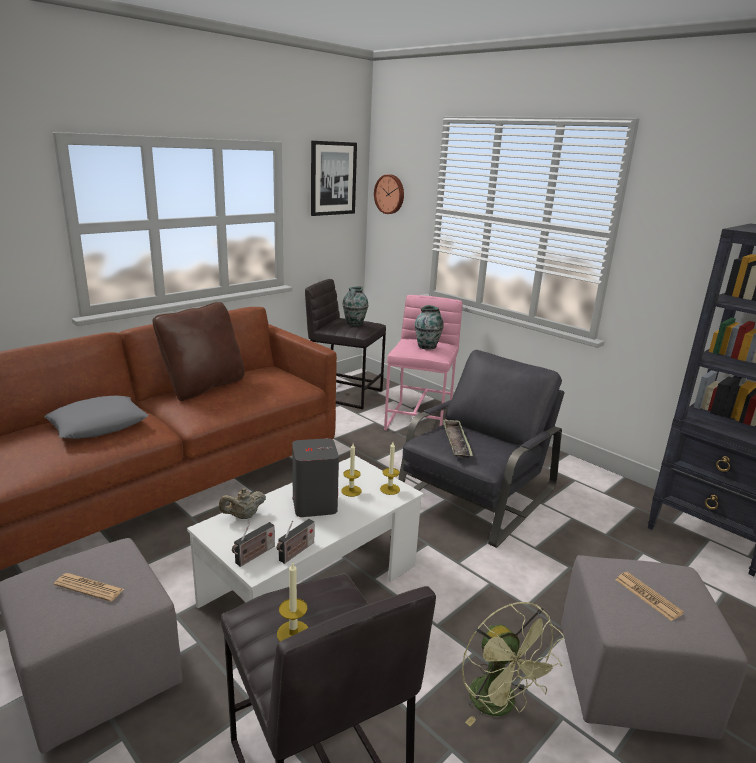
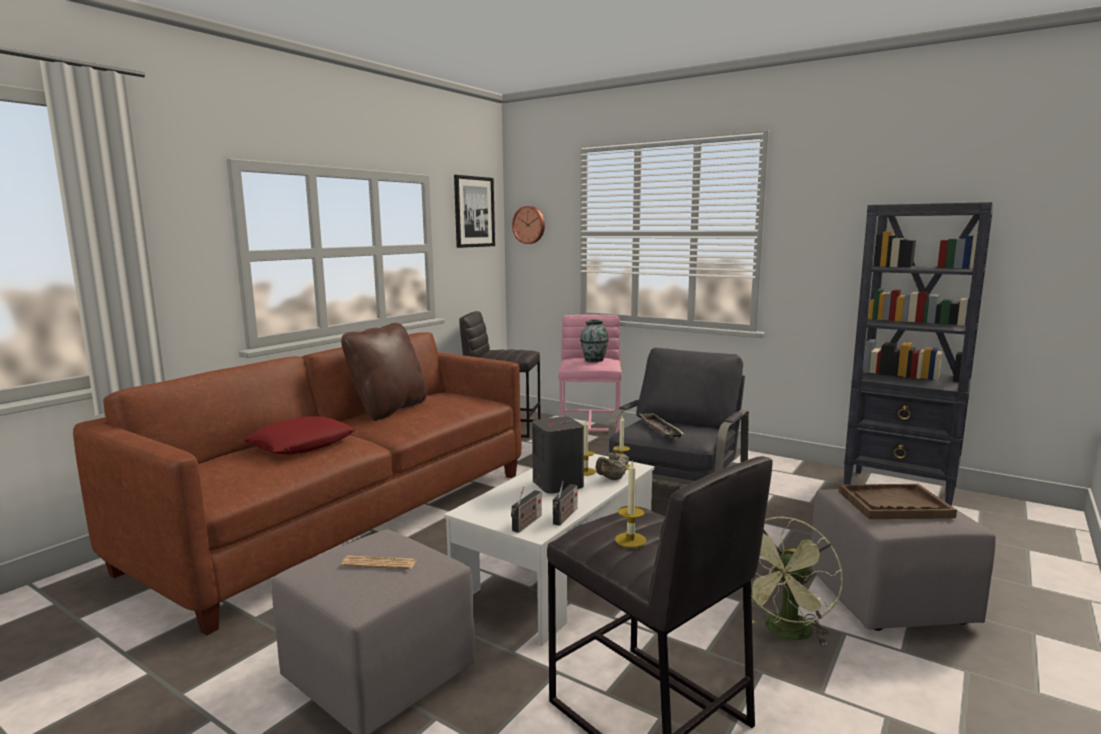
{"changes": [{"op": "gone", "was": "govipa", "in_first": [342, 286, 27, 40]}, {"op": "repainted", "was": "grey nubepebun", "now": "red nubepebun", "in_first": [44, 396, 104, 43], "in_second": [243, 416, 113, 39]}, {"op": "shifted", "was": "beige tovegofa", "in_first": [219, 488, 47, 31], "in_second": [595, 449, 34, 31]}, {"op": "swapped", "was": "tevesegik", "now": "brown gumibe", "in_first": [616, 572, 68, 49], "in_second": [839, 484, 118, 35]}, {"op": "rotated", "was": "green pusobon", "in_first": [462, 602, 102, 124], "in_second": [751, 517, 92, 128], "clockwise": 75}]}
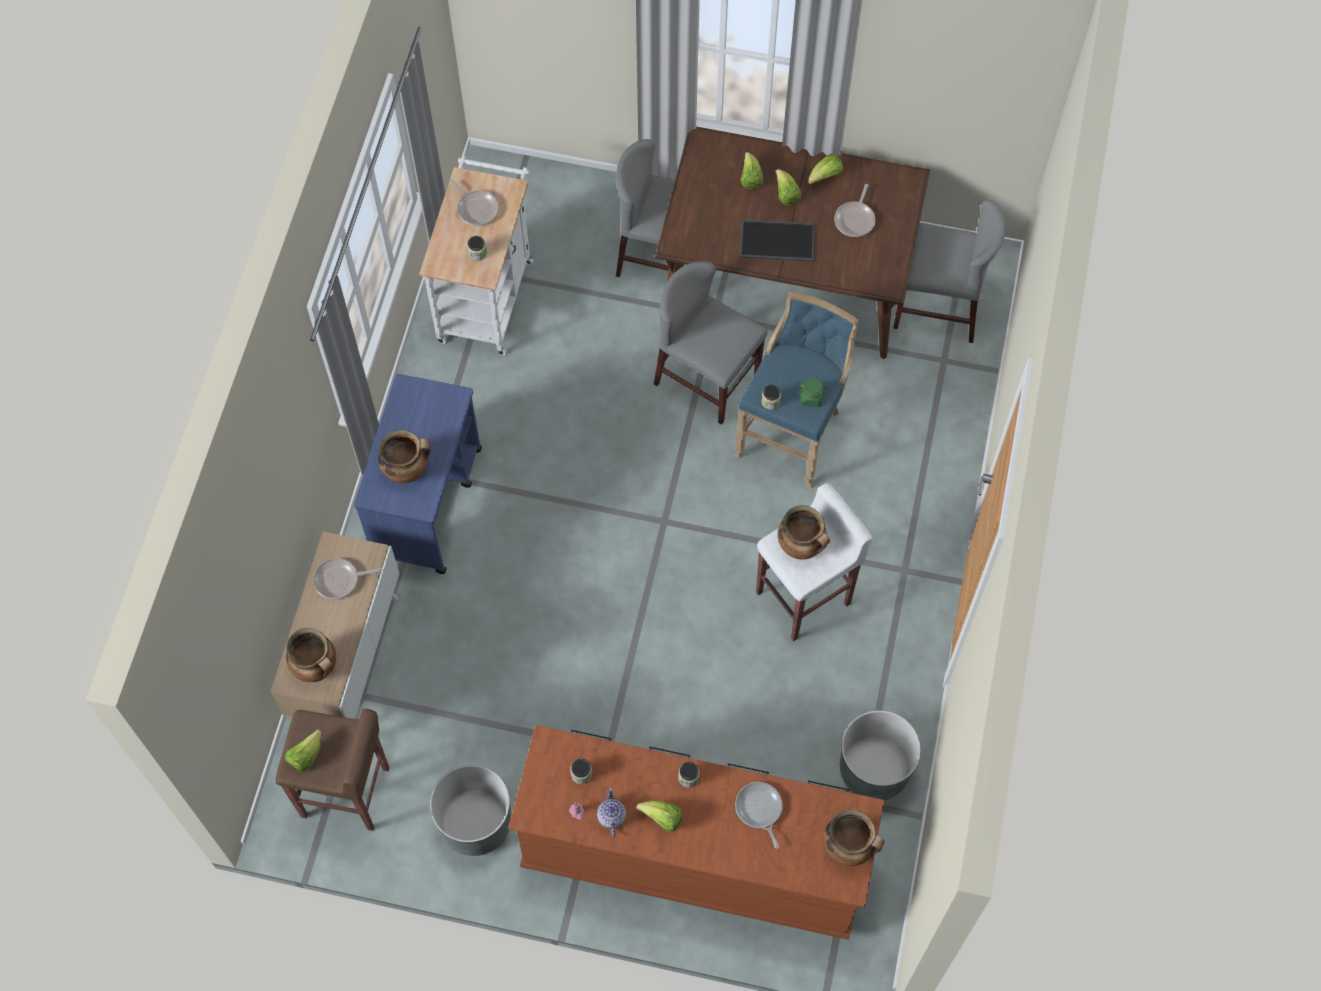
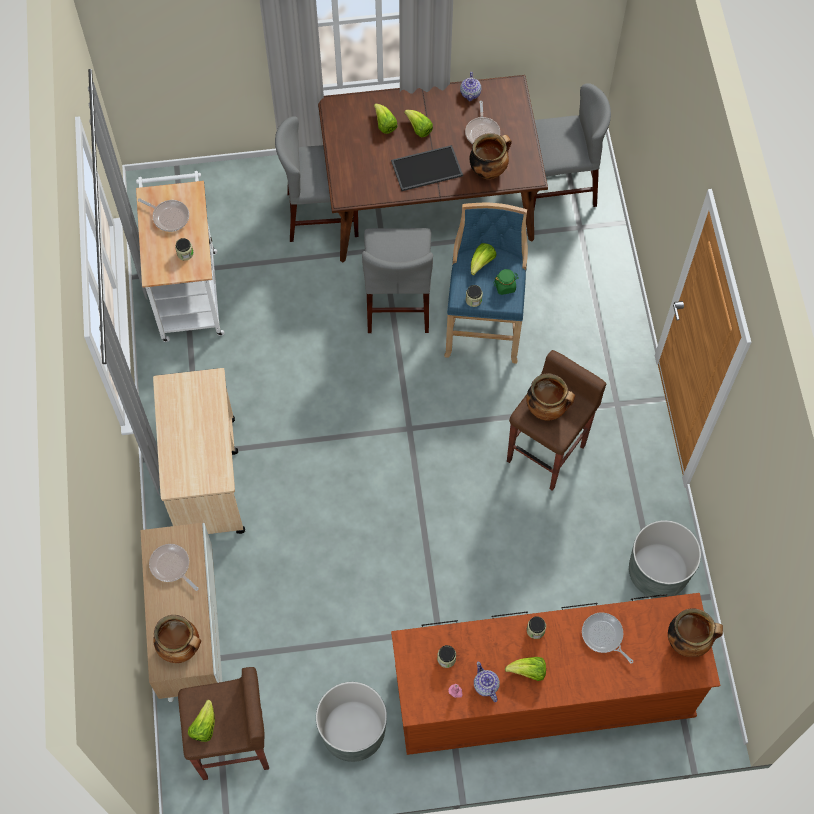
{"changes": [{"op": "shifted", "was": "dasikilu", "in_first": [808, 154, 35, 30], "in_second": [471, 243, 26, 32]}, {"op": "rotated", "was": "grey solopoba", "in_first": [654, 261, 114, 164], "in_second": [362, 228, 71, 105], "clockwise": -105}, {"op": "repainted", "was": "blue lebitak", "now": "beige lebitak", "in_first": [354, 374, 128, 200], "in_second": [153, 368, 92, 166]}, {"op": "shifted", "was": "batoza", "in_first": [378, 430, 53, 54], "in_second": [470, 133, 42, 46]}, {"op": "repainted", "was": "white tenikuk", "now": "brown tenikuk", "in_first": [756, 483, 117, 158], "in_second": [507, 350, 100, 141]}, {"op": "rotated", "was": "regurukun", "in_first": [313, 558, 69, 41], "in_second": [149, 544, 50, 47], "clockwise": 75}, {"op": "new", "now": "tovegofa", "in_second": [460, 72, 21, 29]}]}
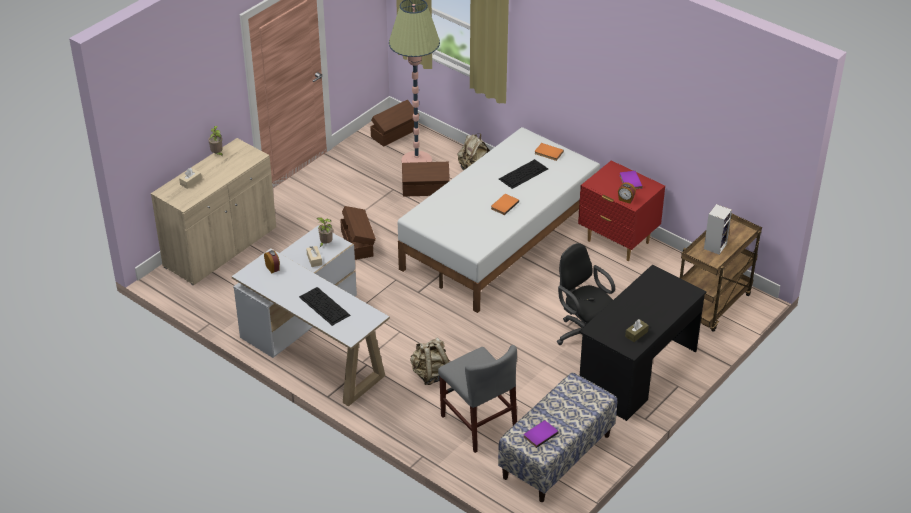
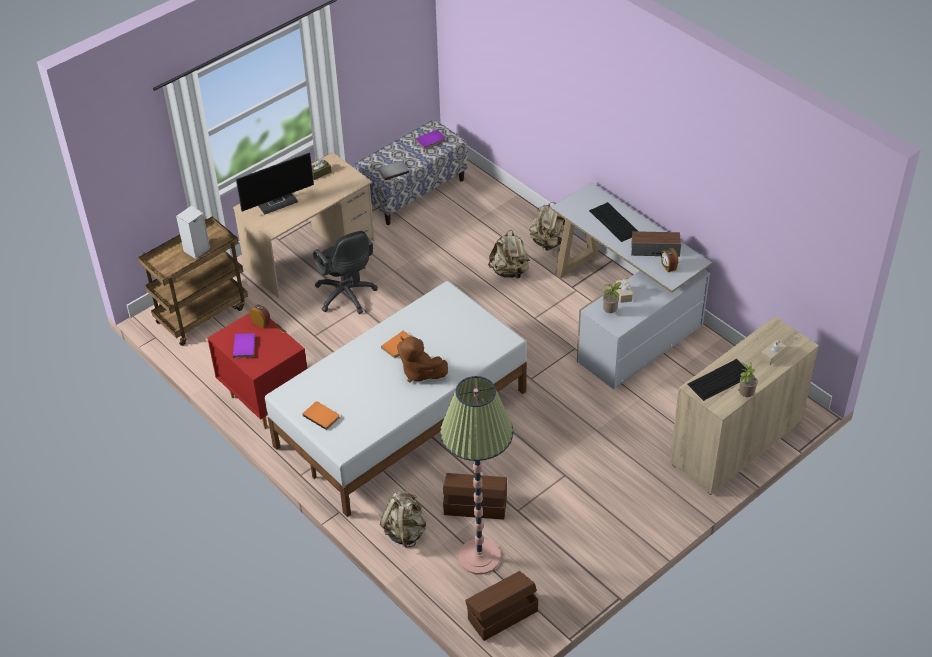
{"changes": [{"op": "shifted", "was": "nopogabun", "in_first": [499, 159, 49, 30], "in_second": [687, 359, 65, 42]}, {"op": "gone", "was": "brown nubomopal", "in_first": [340, 206, 36, 54]}, {"op": "repainted", "was": "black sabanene", "now": "beige sabanene", "in_first": [579, 265, 127, 156], "in_second": [233, 152, 142, 146]}, {"op": "gone", "was": "grey solopoba", "in_first": [438, 345, 79, 108]}, {"op": "new", "now": "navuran", "in_second": [236, 152, 78, 62]}, {"op": "new", "now": "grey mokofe", "in_second": [378, 161, 31, 19]}, {"op": "new", "now": "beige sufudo", "in_second": [530, 202, 35, 49]}, {"op": "new", "now": "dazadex", "in_second": [631, 231, 50, 26]}, {"op": "new", "now": "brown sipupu", "in_second": [397, 336, 51, 47]}]}
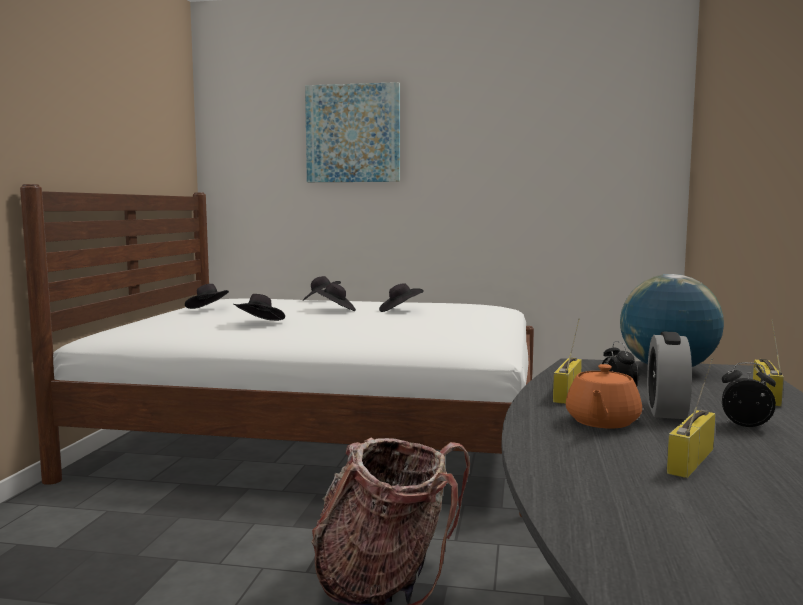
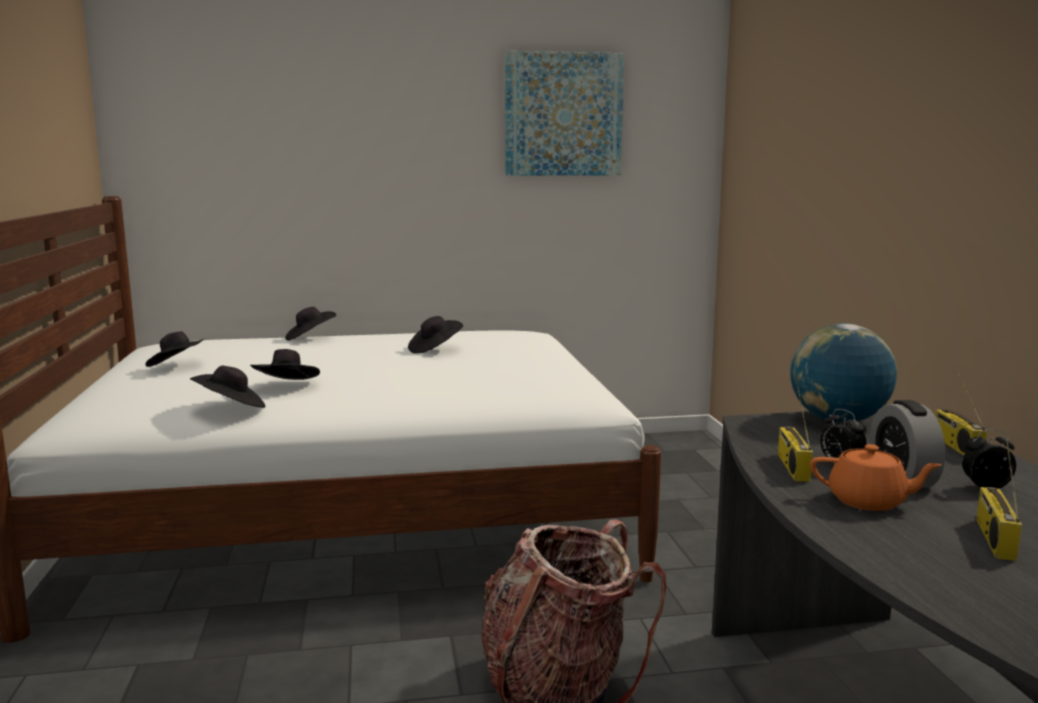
{"changes": [{"op": "shifted", "was": "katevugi", "in_first": [305, 82, 95, 100], "in_second": [505, 51, 119, 125]}, {"op": "shifted", "was": "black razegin", "in_first": [314, 283, 42, 28], "in_second": [190, 366, 75, 42]}, {"op": "rotated", "was": "orange tovegofa", "in_first": [566, 364, 76, 64], "in_second": [810, 444, 132, 67], "clockwise": -75}]}
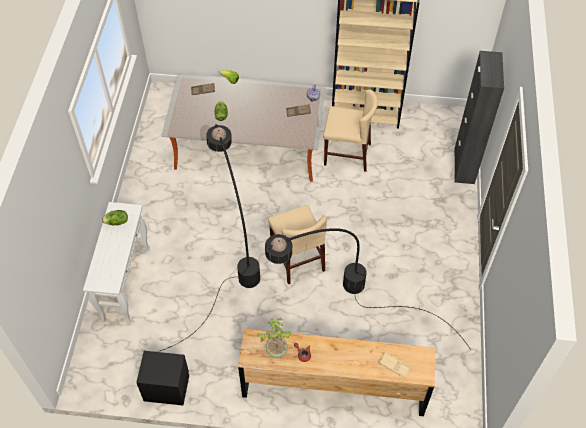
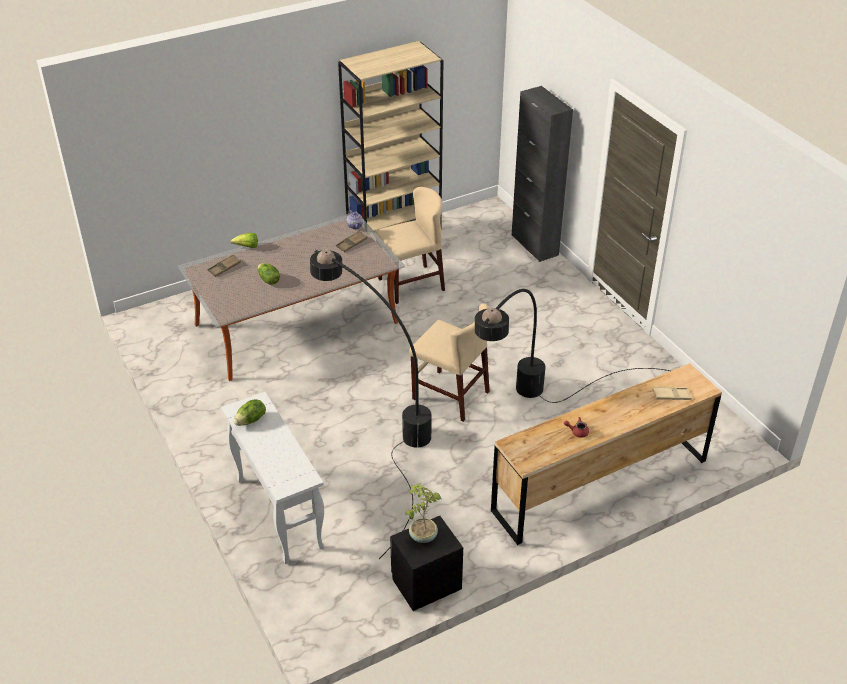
{"changes": [{"op": "shifted", "was": "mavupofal", "in_first": [257, 318, 34, 40], "in_second": [406, 483, 35, 60]}]}
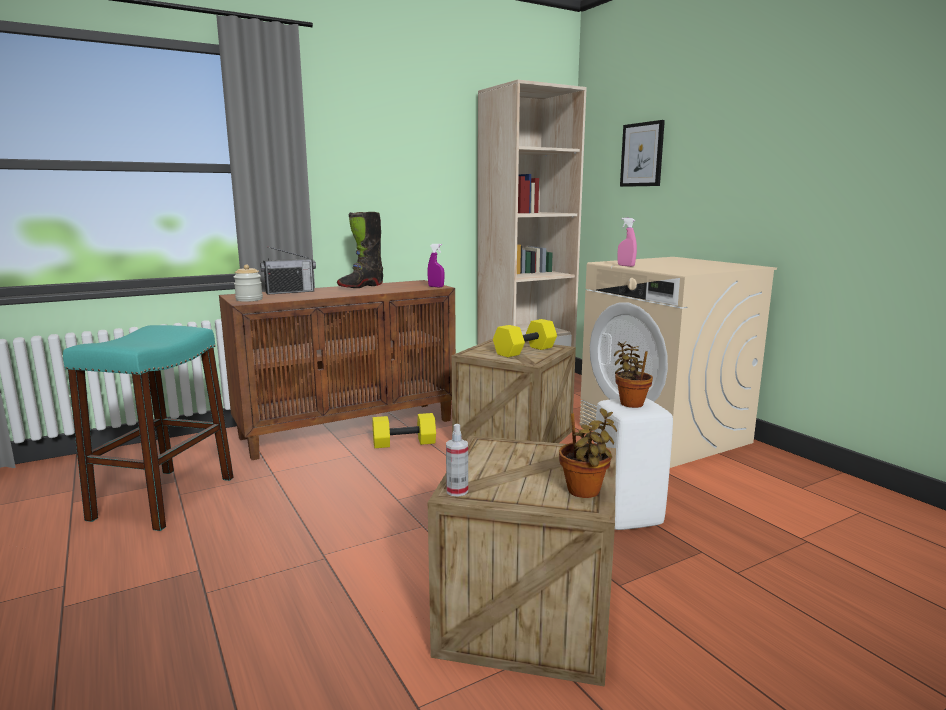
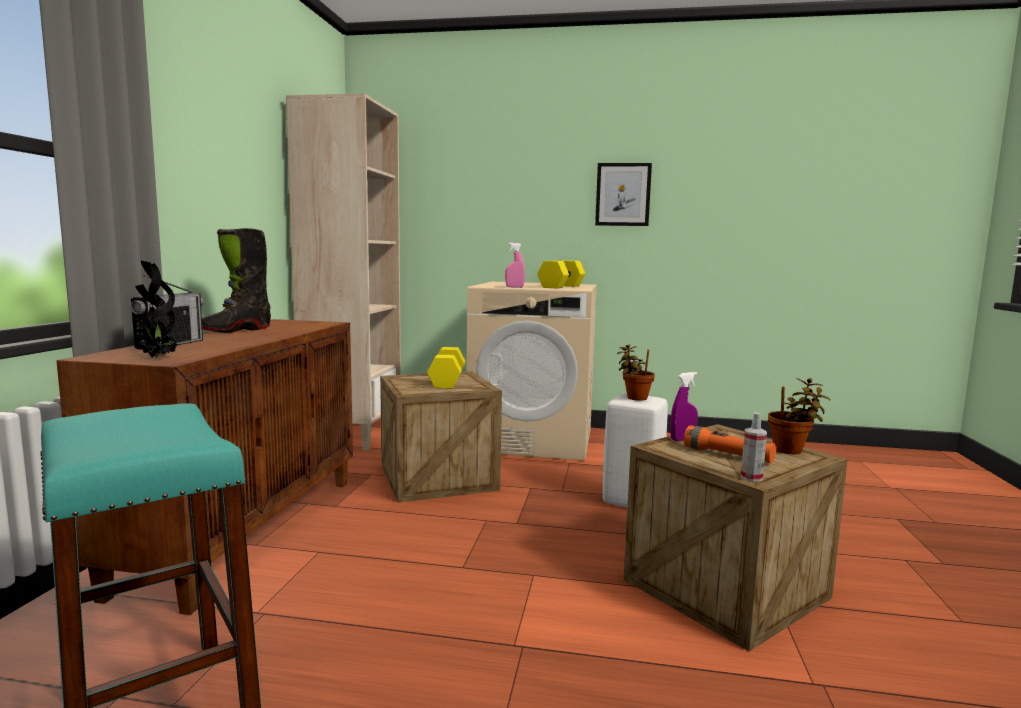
{"changes": [{"op": "shifted", "was": "katevugi", "in_first": [620, 120, 45, 67], "in_second": [595, 163, 57, 63]}, {"op": "rotated", "was": "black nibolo", "in_first": [337, 212, 46, 76], "in_second": [202, 228, 69, 105], "clockwise": 45}, {"op": "shifted", "was": "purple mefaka", "in_first": [427, 244, 17, 43], "in_second": [670, 372, 28, 69]}, {"op": "swapped", "was": "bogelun", "now": "mavupofal", "in_first": [234, 264, 29, 38], "in_second": [135, 261, 42, 97]}, {"op": "shifted", "was": "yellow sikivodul", "in_first": [372, 413, 64, 35], "in_second": [537, 260, 48, 28]}, {"op": "new", "now": "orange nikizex", "in_second": [684, 425, 92, 38]}]}
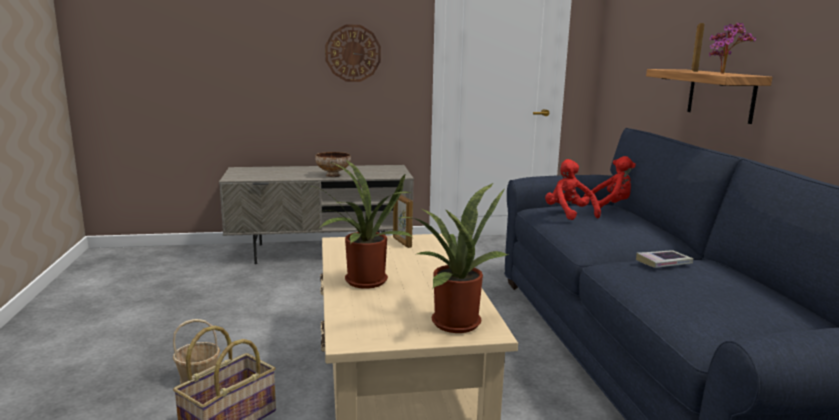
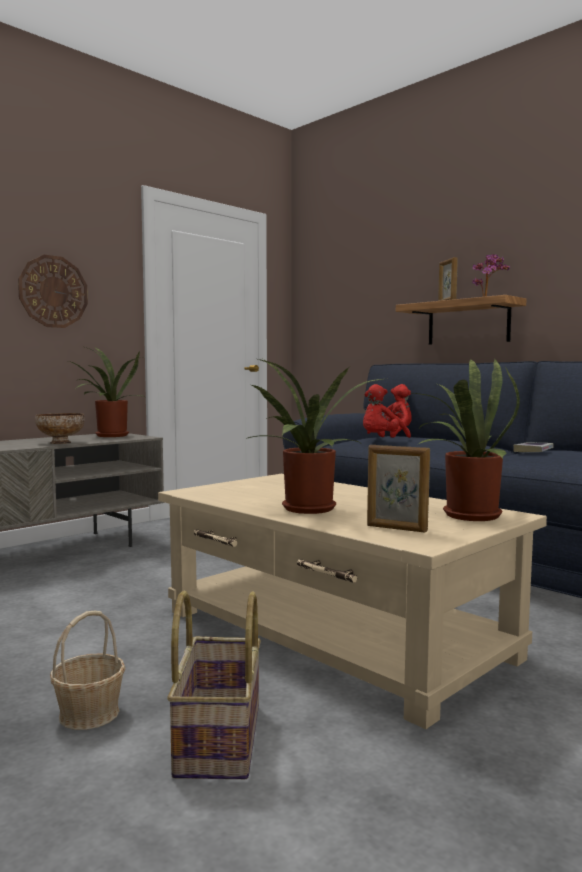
{"changes": [{"op": "rotated", "was": "red sipupu", "in_first": [545, 159, 56, 61], "in_second": [363, 384, 48, 54], "clockwise": -75}, {"op": "shifted", "was": "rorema", "in_first": [393, 195, 20, 53], "in_second": [367, 445, 63, 88]}, {"op": "new", "now": "mavupofal", "in_second": [68, 347, 79, 90]}]}
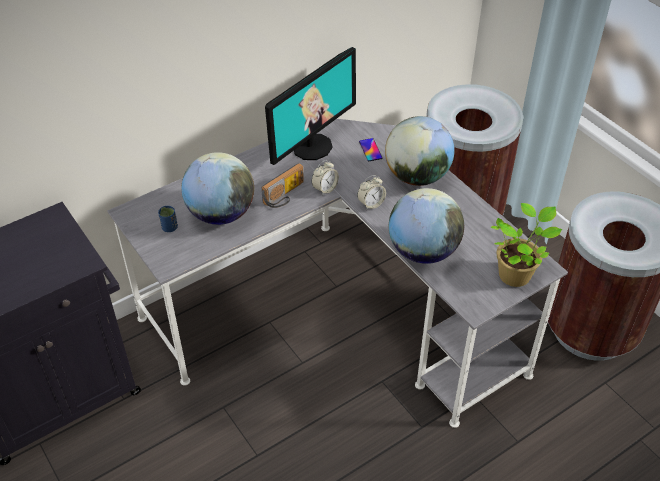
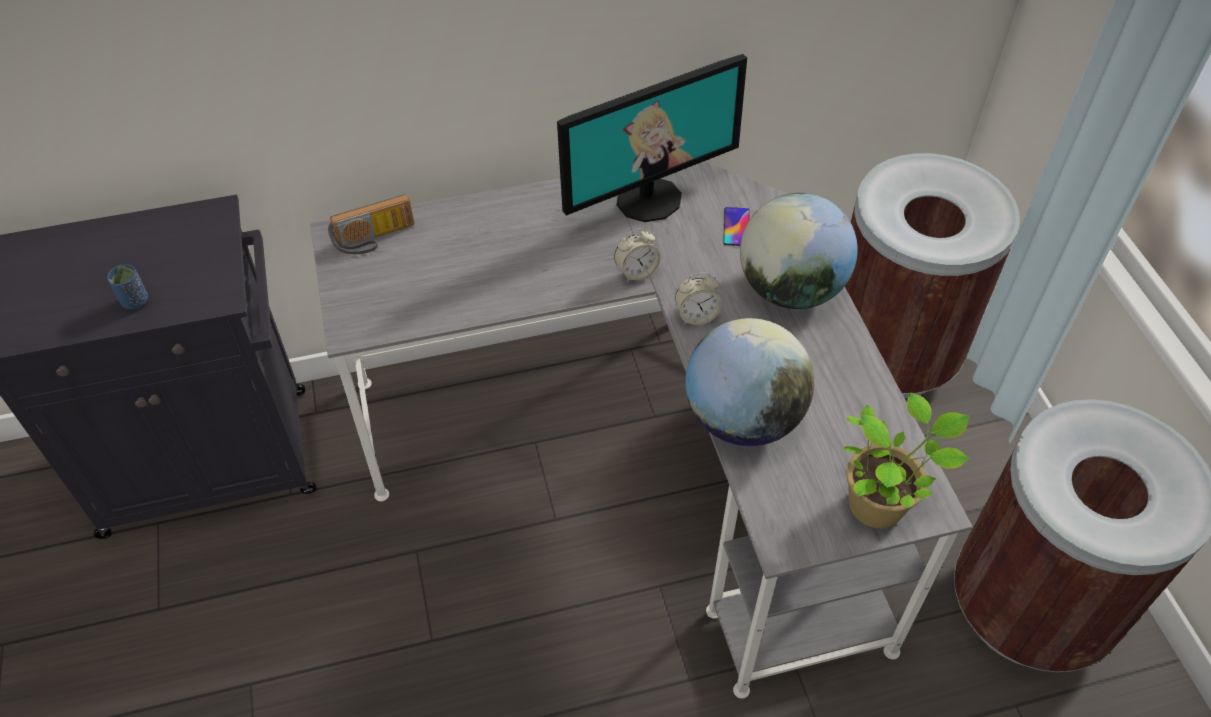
{"changes": [{"op": "gone", "was": "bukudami", "in_first": [182, 152, 72, 73]}, {"op": "shifted", "was": "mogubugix", "in_first": [262, 163, 42, 45], "in_second": [328, 194, 86, 60]}, {"op": "shifted", "was": "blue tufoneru", "in_first": [158, 206, 20, 26], "in_second": [107, 264, 41, 45]}]}
